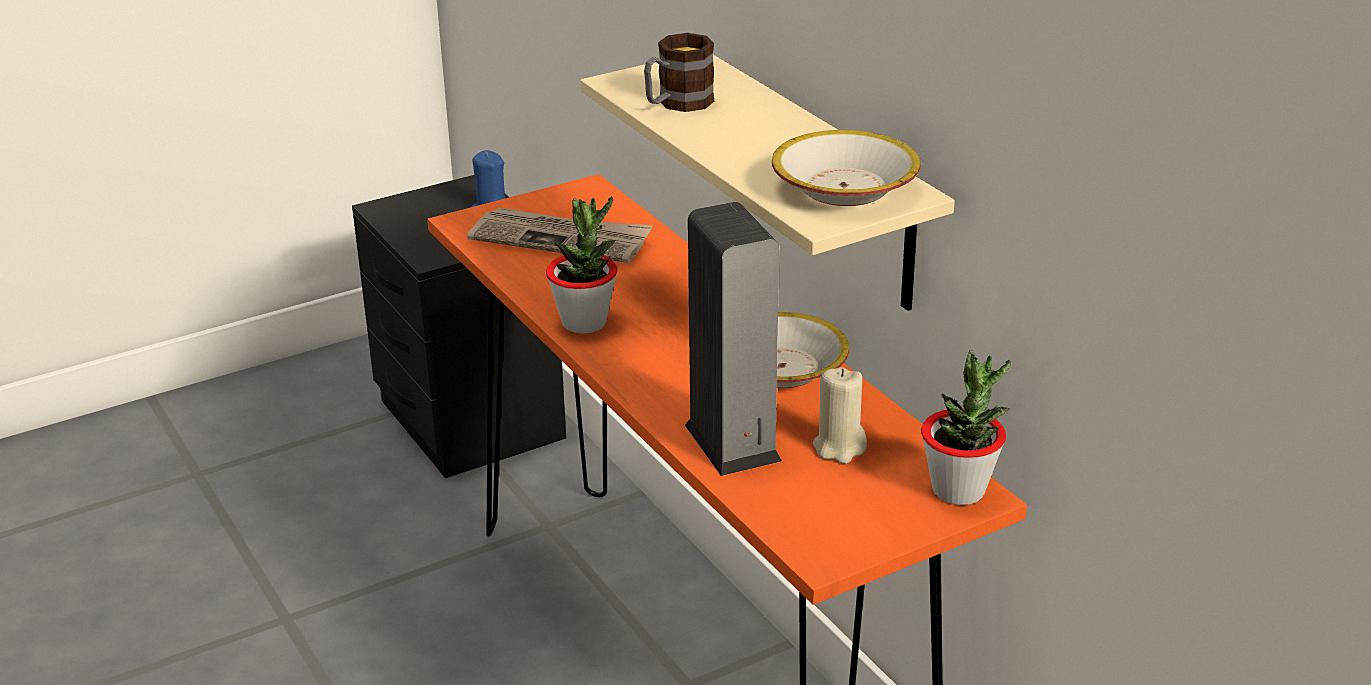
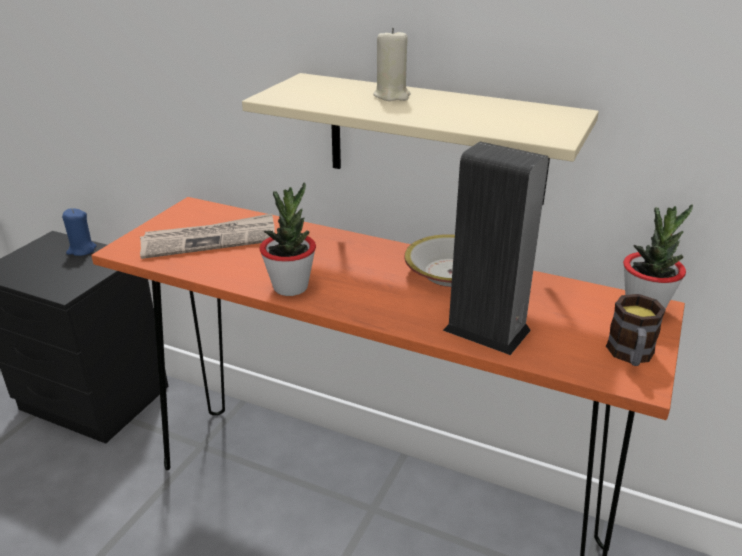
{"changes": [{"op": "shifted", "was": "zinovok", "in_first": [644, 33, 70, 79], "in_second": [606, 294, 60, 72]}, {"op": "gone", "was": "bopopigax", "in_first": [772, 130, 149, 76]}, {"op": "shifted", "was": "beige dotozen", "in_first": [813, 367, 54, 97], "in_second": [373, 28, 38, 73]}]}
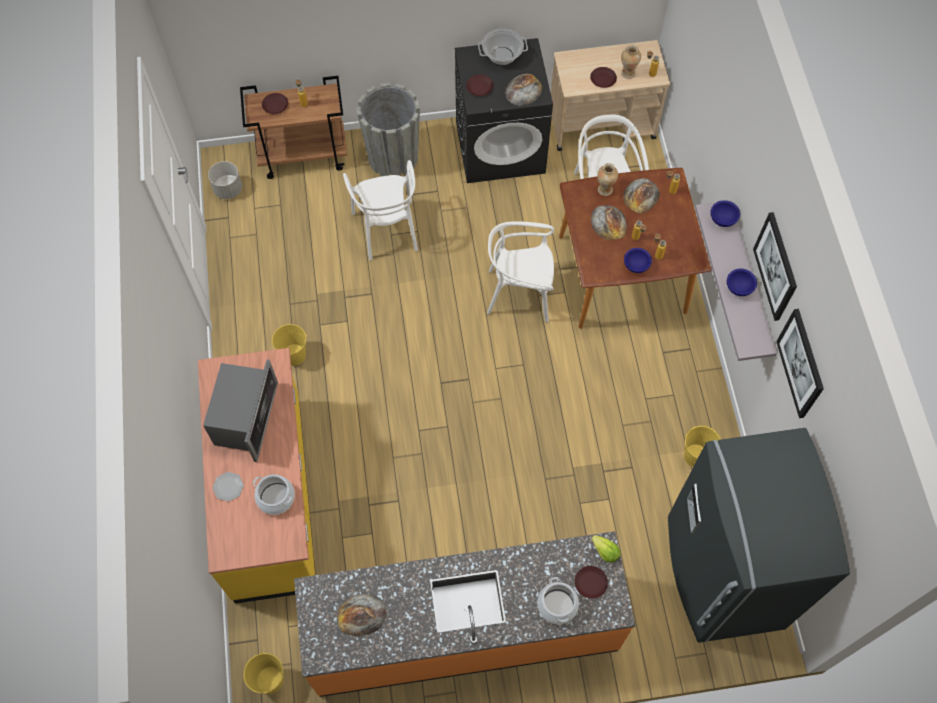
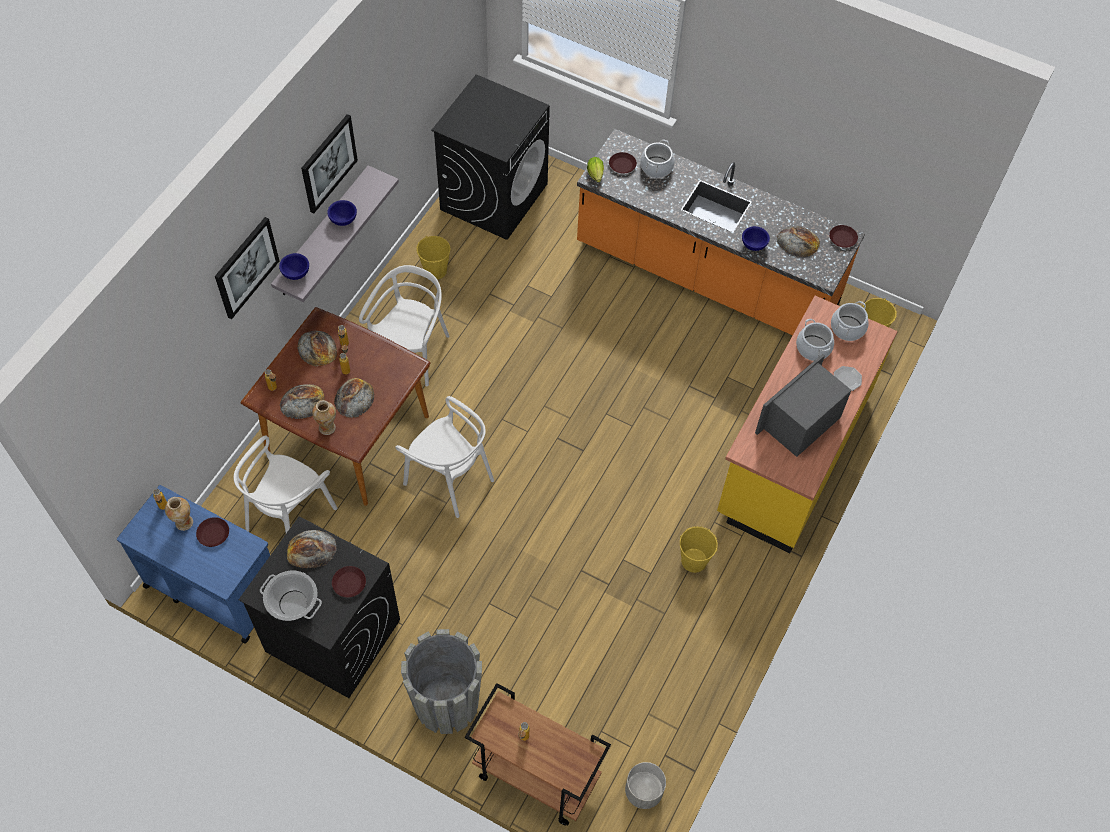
{"changes": [{"op": "repainted", "was": "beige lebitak", "now": "blue lebitak", "in_first": [551, 40, 119, 111], "in_second": [117, 485, 153, 158]}, {"op": "shifted", "was": "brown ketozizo", "in_first": [262, 93, 26, 21], "in_second": [829, 225, 29, 23]}, {"op": "shifted", "was": "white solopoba", "in_first": [343, 160, 75, 101], "in_second": [359, 265, 90, 121]}, {"op": "shifted", "was": "blue bopopigax", "in_first": [624, 248, 28, 25], "in_second": [742, 226, 28, 25]}, {"op": "shifted", "was": "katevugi", "in_first": [776, 309, 48, 109], "in_second": [215, 217, 64, 102]}, {"op": "swapped", "was": "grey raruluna", "now": "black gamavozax", "in_first": [668, 428, 182, 215], "in_second": [432, 74, 118, 166]}, {"op": "new", "now": "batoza", "in_second": [831, 301, 38, 40]}, {"op": "new", "now": "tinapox", "in_second": [297, 331, 40, 36]}]}
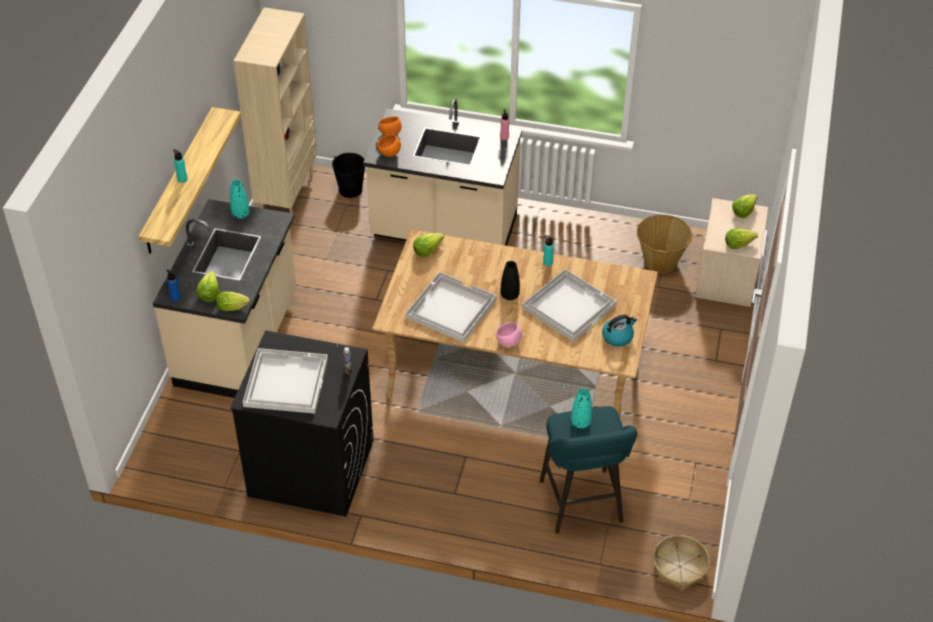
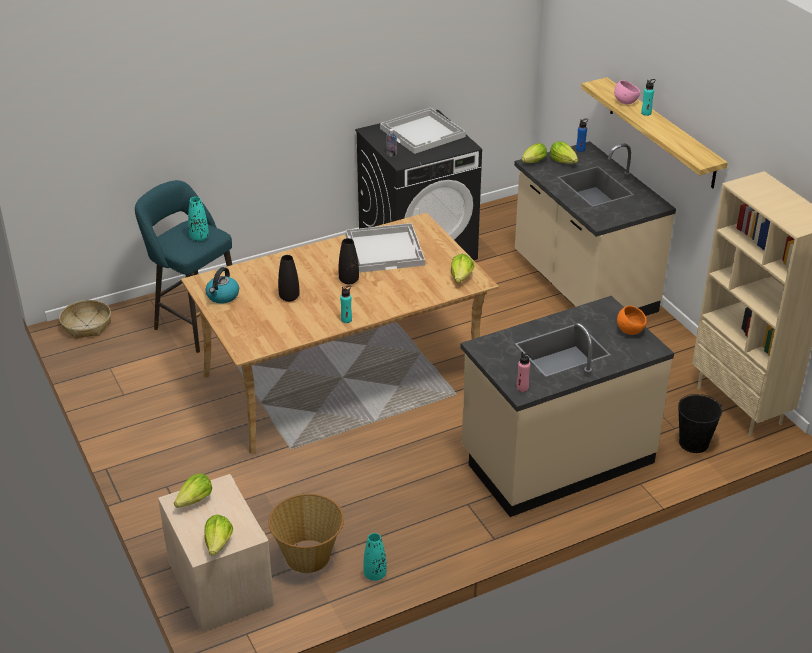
{"changes": [{"op": "gone", "was": "orange bopopigax", "in_first": [377, 134, 24, 23]}, {"op": "shifted", "was": "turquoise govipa", "in_first": [230, 180, 20, 39], "in_second": [363, 533, 24, 48]}, {"op": "swapped", "was": "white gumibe", "now": "black govipa", "in_first": [522, 269, 95, 73], "in_second": [278, 255, 22, 47]}, {"op": "shifted", "was": "pink bopopigax", "in_first": [496, 322, 26, 25], "in_second": [614, 80, 26, 24]}]}
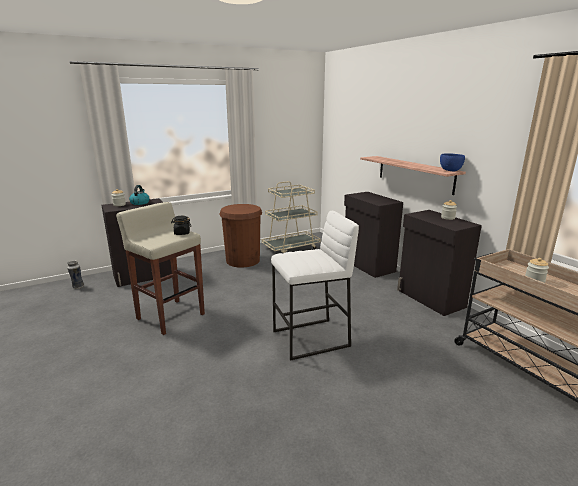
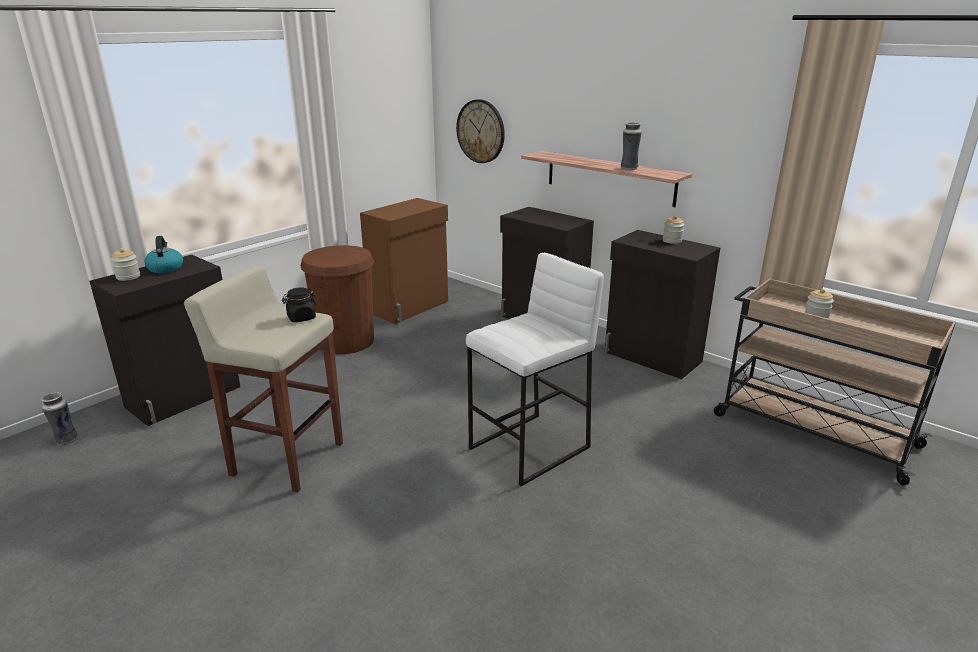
{"changes": [{"op": "gone", "was": "blue bopopigax", "in_first": [440, 153, 25, 18]}, {"op": "swapped", "was": "beige lebitak", "now": "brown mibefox", "in_first": [262, 181, 59, 72], "in_second": [360, 198, 88, 126]}, {"op": "new", "now": "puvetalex", "in_second": [456, 99, 49, 64]}, {"op": "new", "now": "govipa", "in_second": [621, 122, 21, 48]}]}
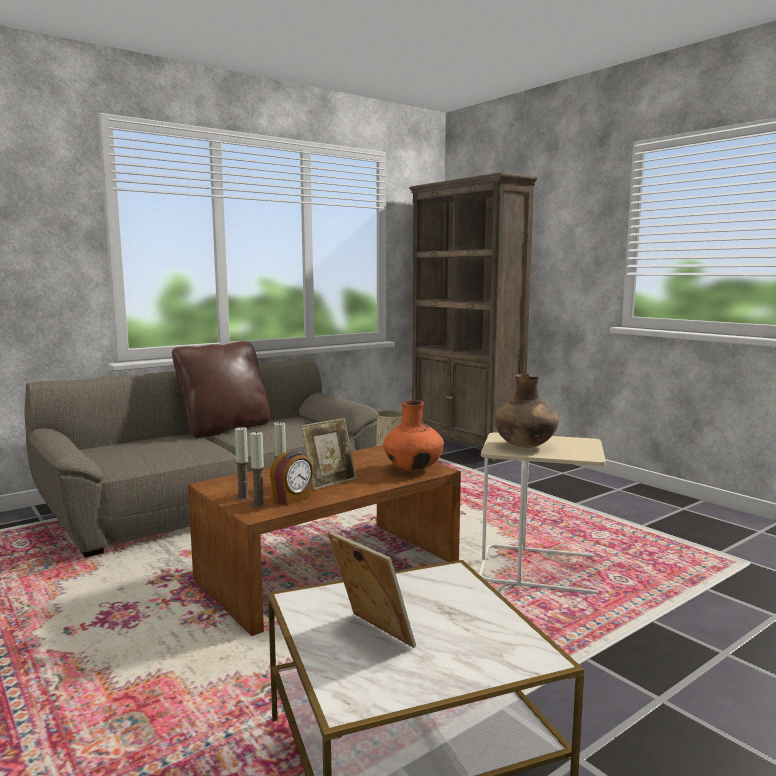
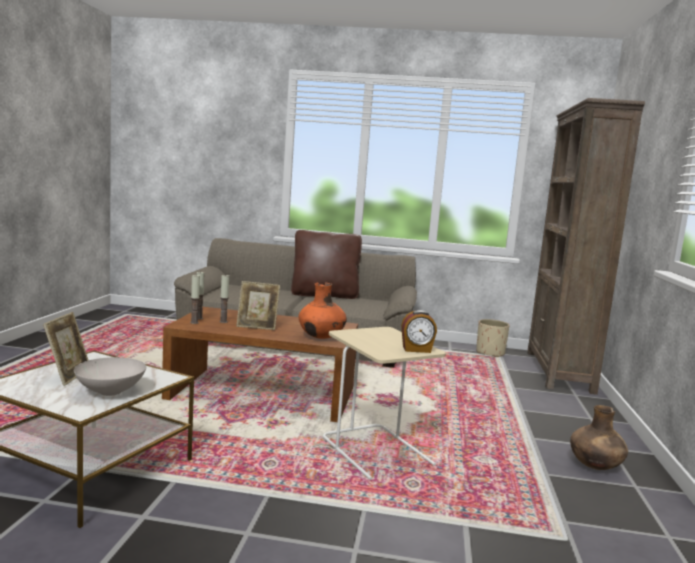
{"changes": [{"op": "shifted", "was": "brown govipa", "in_first": [494, 374, 65, 74], "in_second": [570, 405, 58, 65]}, {"op": "shifted", "was": "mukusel", "in_first": [270, 451, 44, 54], "in_second": [401, 310, 36, 43]}, {"op": "new", "now": "white bopopigax", "in_second": [74, 357, 72, 39]}]}
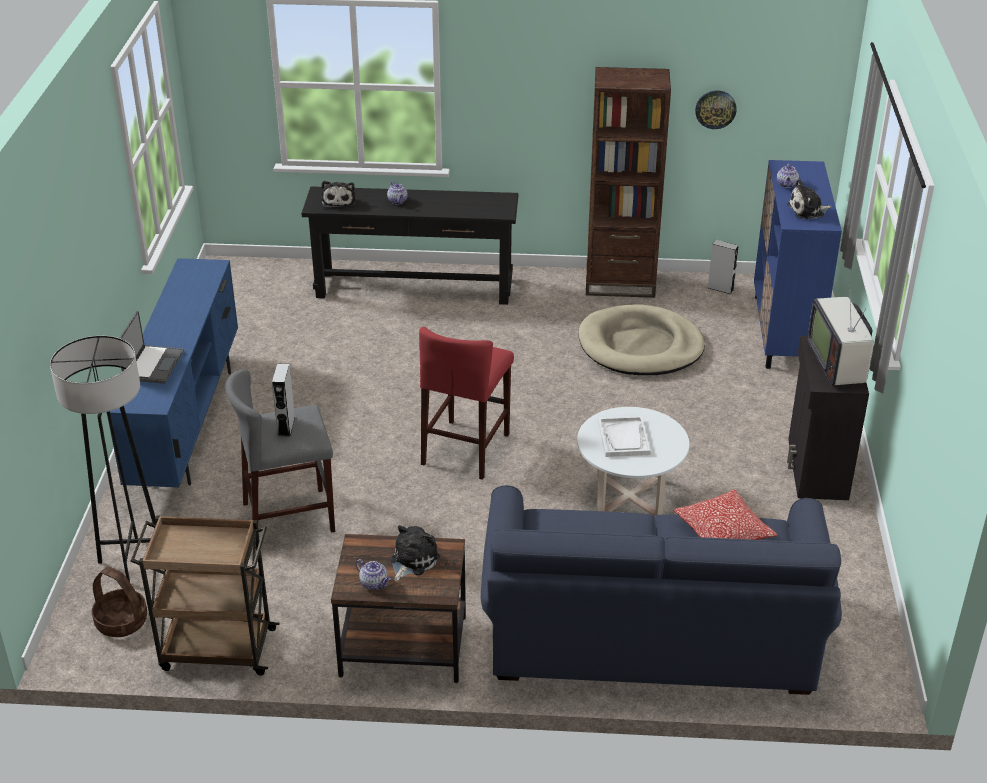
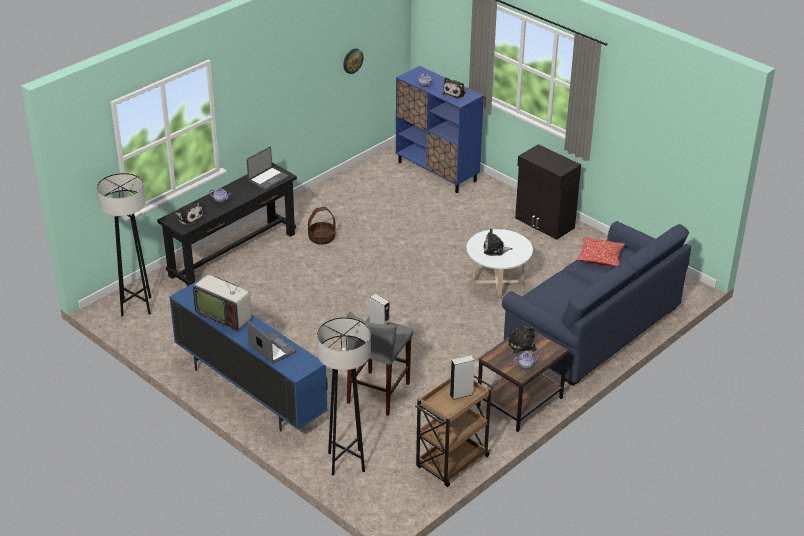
{"changes": [{"op": "gone", "was": "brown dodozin", "in_first": [586, 67, 85, 231]}, {"op": "shifted", "was": "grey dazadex", "in_first": [708, 240, 31, 54], "in_second": [450, 355, 25, 45]}, {"op": "shifted", "was": "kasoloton", "in_first": [808, 282, 66, 105], "in_second": [193, 267, 58, 64]}, {"op": "gone", "was": "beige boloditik", "in_first": [578, 305, 127, 70]}, {"op": "gone", "was": "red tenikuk", "in_first": [419, 327, 95, 153]}, {"op": "swapped", "was": "white gumibe", "now": "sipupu", "in_first": [598, 416, 53, 41], "in_second": [484, 229, 29, 27]}, {"op": "shifted", "was": "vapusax", "in_first": [92, 566, 55, 71], "in_second": [308, 207, 28, 38]}, {"op": "new", "now": "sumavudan", "in_second": [247, 146, 42, 44]}, {"op": "new", "now": "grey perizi", "in_second": [97, 173, 54, 144]}]}
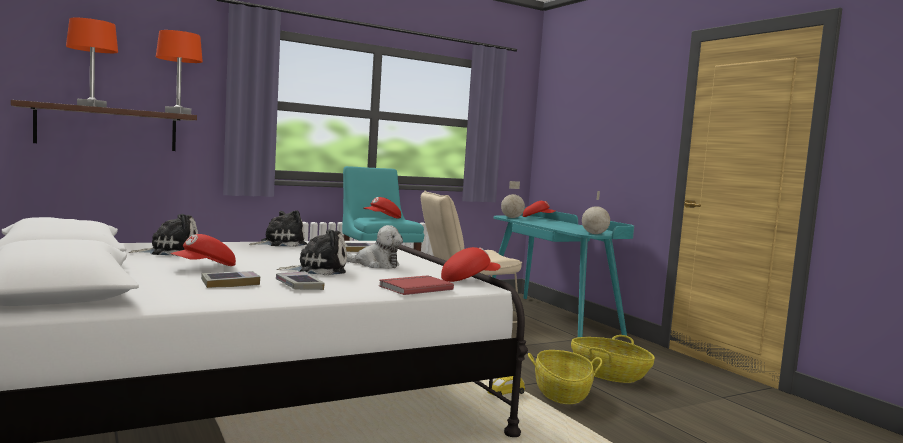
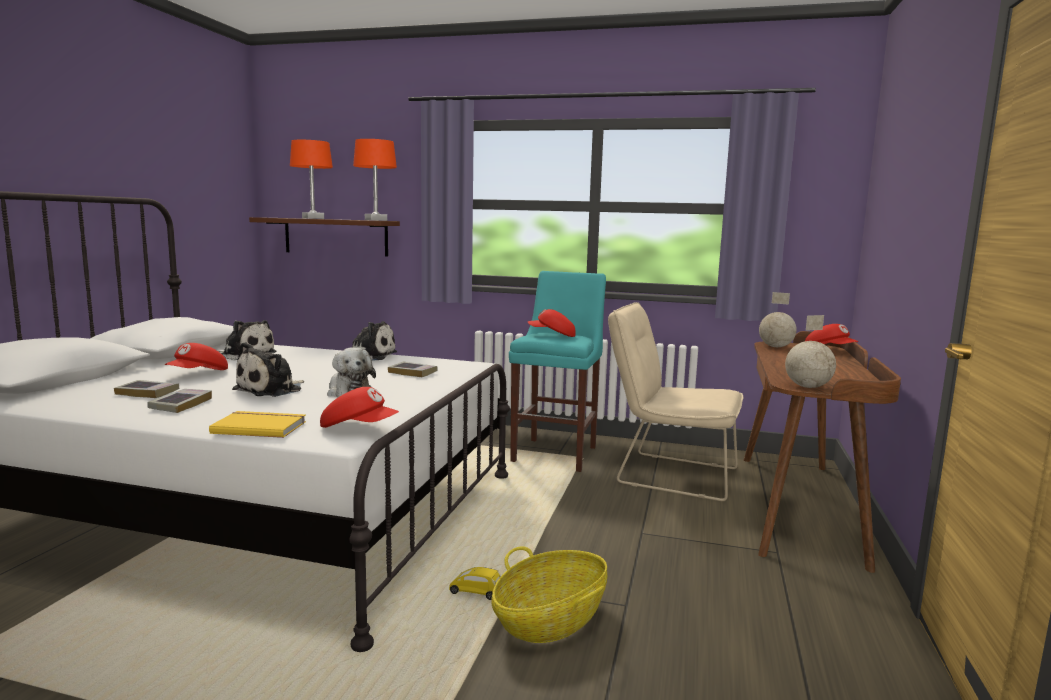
{"changes": [{"op": "repainted", "was": "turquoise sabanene", "now": "brown sabanene", "in_first": [492, 211, 142, 126], "in_second": [744, 331, 157, 242]}, {"op": "rotated", "was": "sipupu", "in_first": [277, 229, 70, 46], "in_second": [232, 342, 73, 55], "clockwise": 90}, {"op": "rotated", "was": "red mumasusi", "in_first": [170, 234, 66, 32], "in_second": [164, 343, 64, 27], "clockwise": -60}, {"op": "repainted", "was": "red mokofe", "now": "yellow mokofe", "in_first": [379, 275, 75, 20], "in_second": [209, 411, 97, 27]}, {"op": "gone", "was": "vapusax", "in_first": [571, 335, 84, 48]}]}
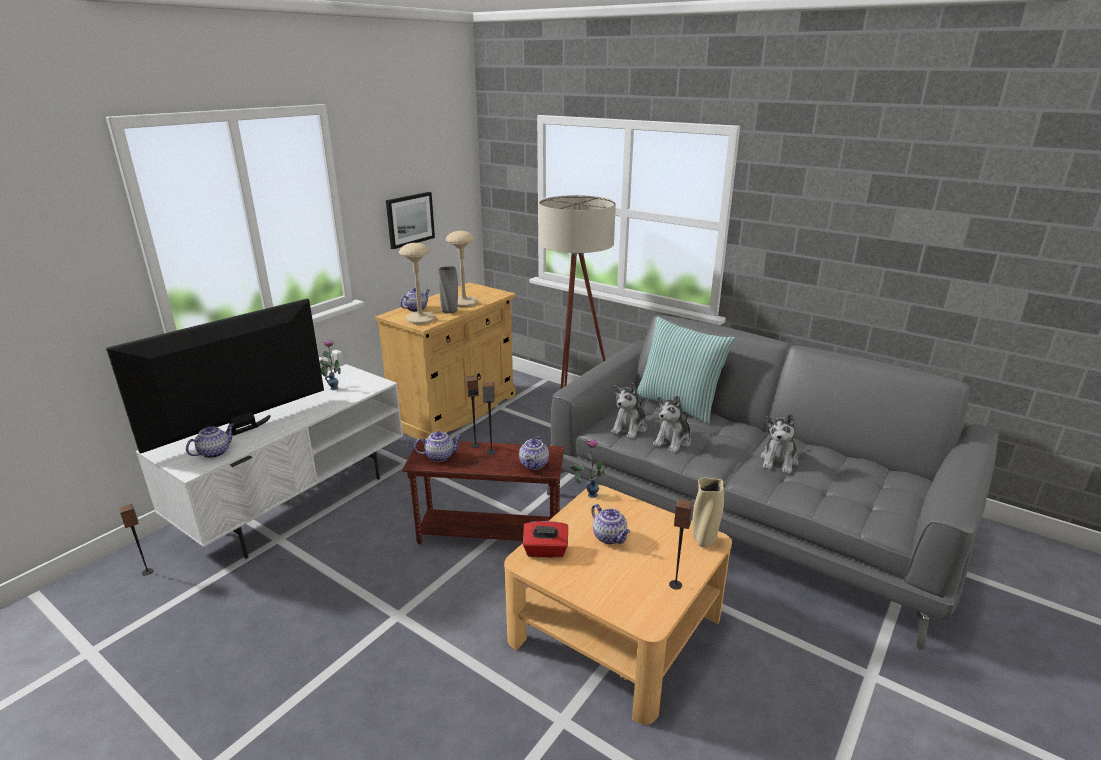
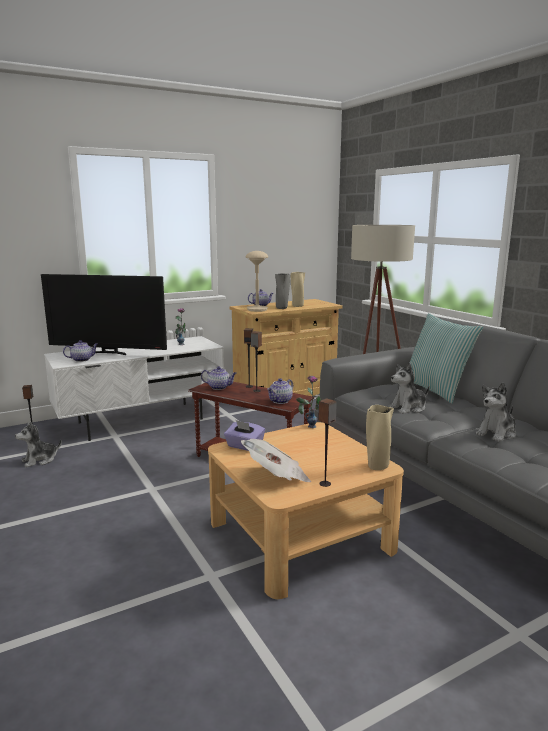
{"changes": [{"op": "gone", "was": "katevugi", "in_first": [386, 192, 49, 57]}, {"op": "swapped", "was": "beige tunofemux", "now": "beige govipa", "in_first": [446, 231, 32, 76], "in_second": [291, 272, 14, 35]}, {"op": "rotated", "was": "kasoloton", "in_first": [106, 299, 218, 155], "in_second": [41, 274, 126, 81], "clockwise": -150}, {"op": "shifted", "was": "sipupu", "in_first": [611, 383, 36, 56], "in_second": [15, 422, 47, 45]}, {"op": "gone", "was": "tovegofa", "in_first": [591, 504, 39, 40]}, {"op": "repainted", "was": "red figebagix", "now": "purple figebagix", "in_first": [523, 521, 45, 37], "in_second": [224, 420, 41, 31]}, {"op": "new", "now": "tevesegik", "in_second": [241, 439, 71, 43]}]}
